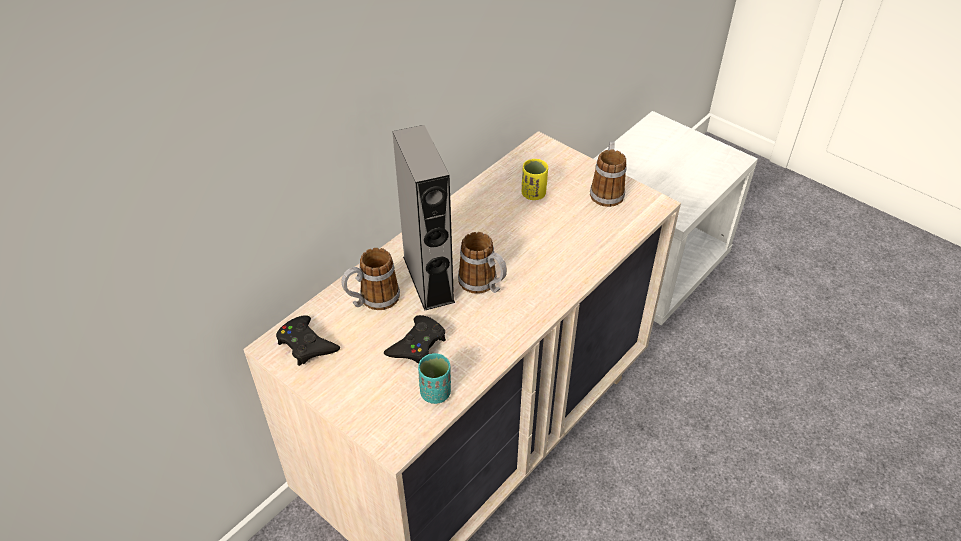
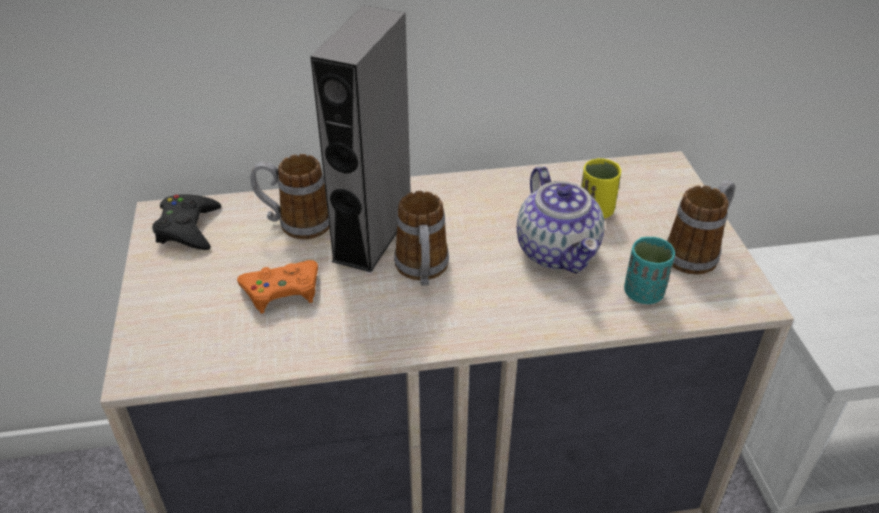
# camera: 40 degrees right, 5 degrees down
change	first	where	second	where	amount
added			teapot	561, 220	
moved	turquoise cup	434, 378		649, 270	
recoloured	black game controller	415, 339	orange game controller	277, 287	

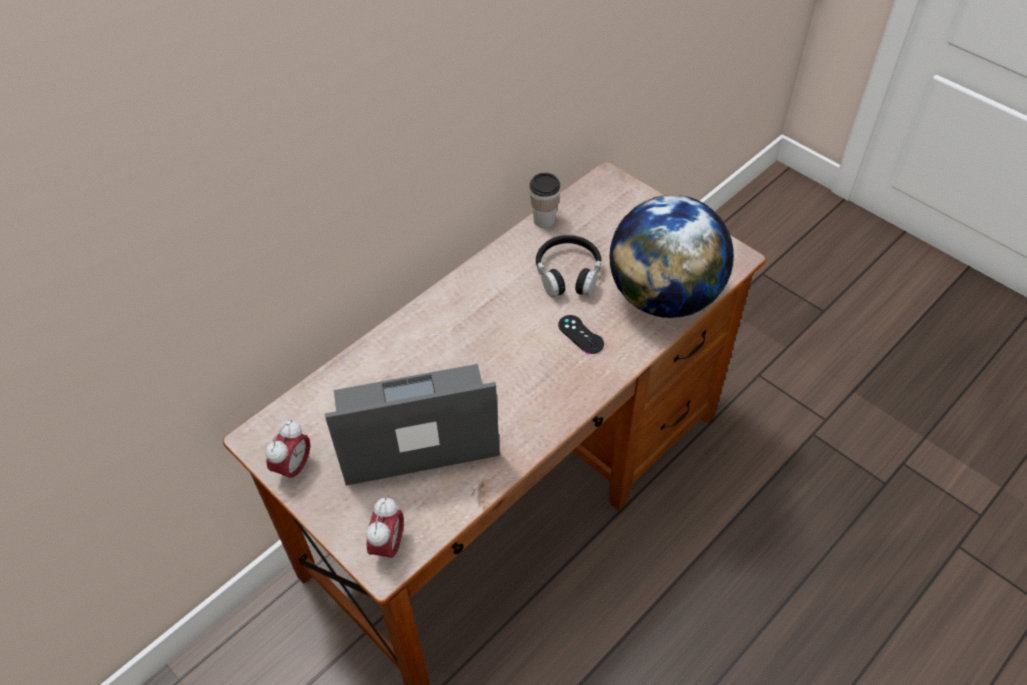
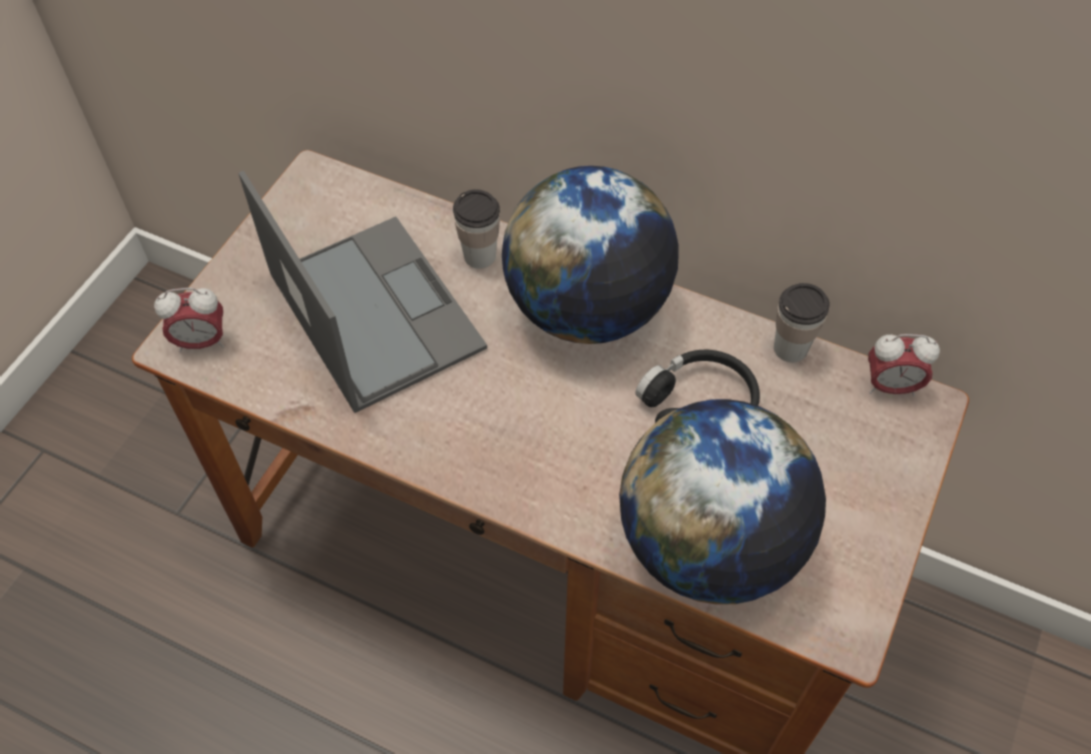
# camera: 70 degrees right, 5 degrees up
change	first	where	second	where	amount
removed	black game controller	581, 334			
added			cup	476, 229	
added			globe	590, 255	
moved	alarm clock	287, 452		904, 365	

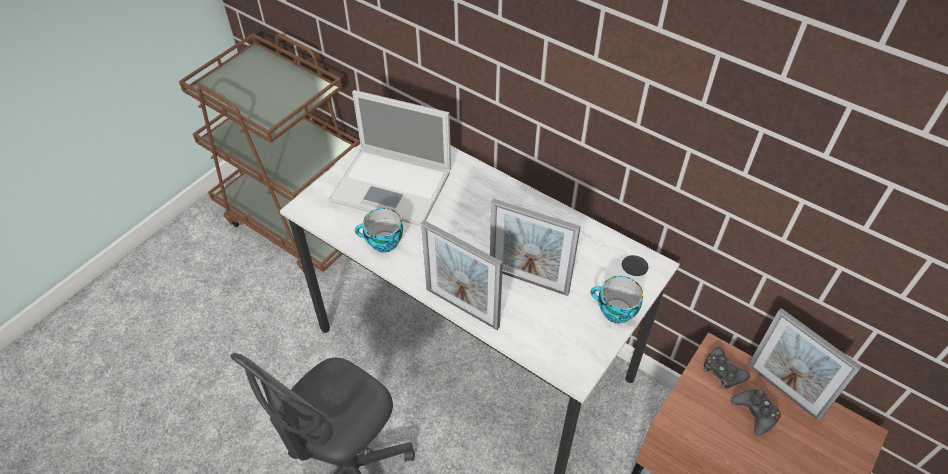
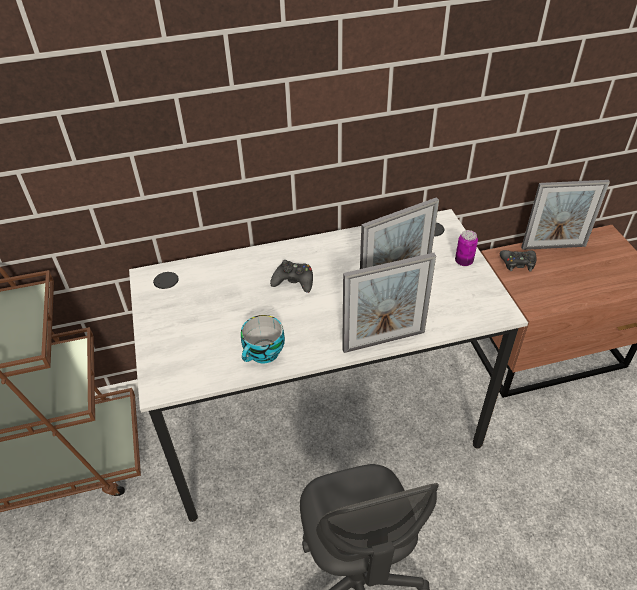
# camera: 50 degrees left, 5 degrees down
change	first	where	second	where	amount
removed	laptop	390, 158			
moved	black game controller	756, 412		291, 276	
replaced	cup	617, 299	can	466, 248	

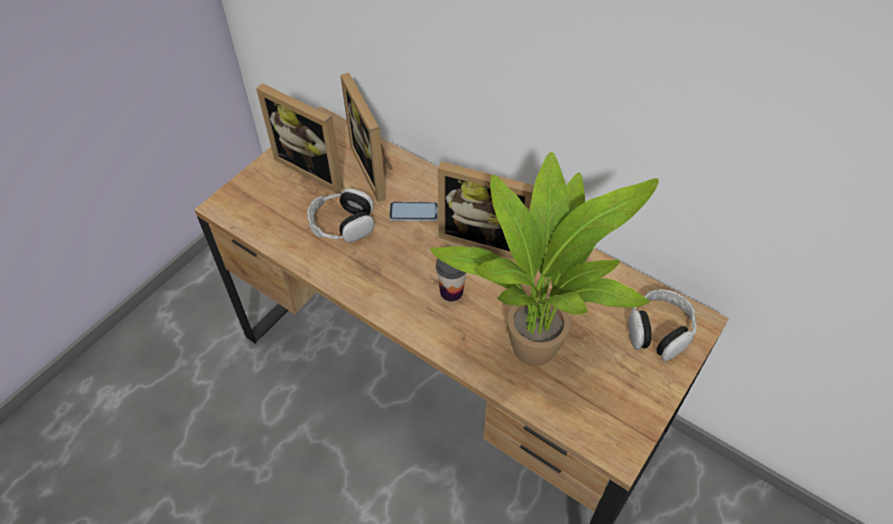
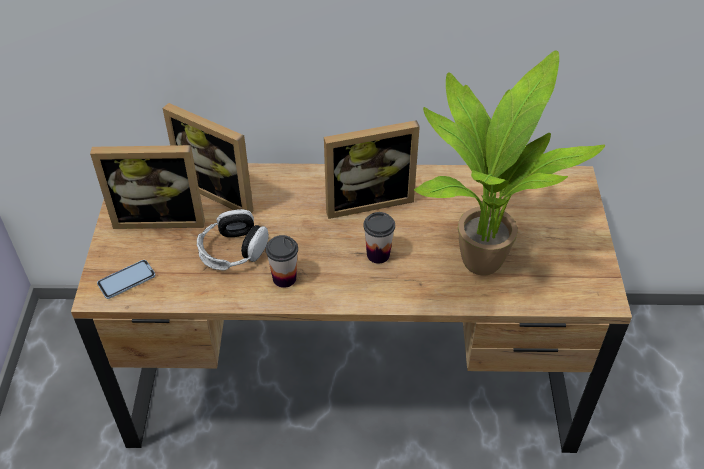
# camera: 35 degrees left, 5 degrees down
change	first	where	second	where	amount
removed	headphones	662, 325			
added			cup	282, 261	
moved	phone	413, 211		126, 279	

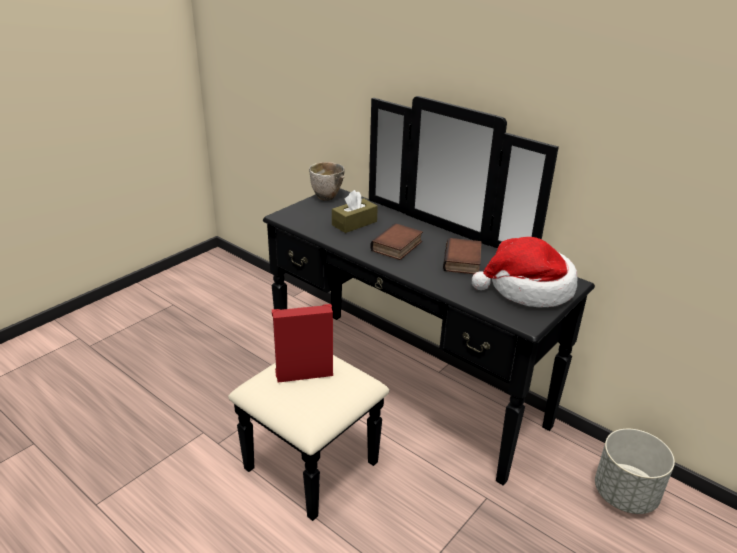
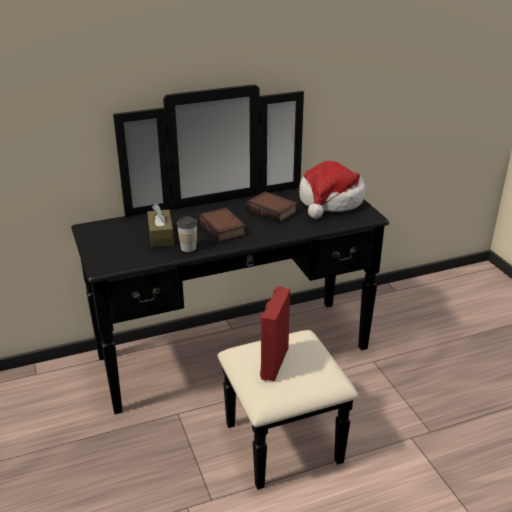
# camera: 60 degrees left, 0 degrees up
change	first	where	second	where	amount
removed	bowl	327, 181			
removed	grey planter	635, 471			
added			cup	187, 234	

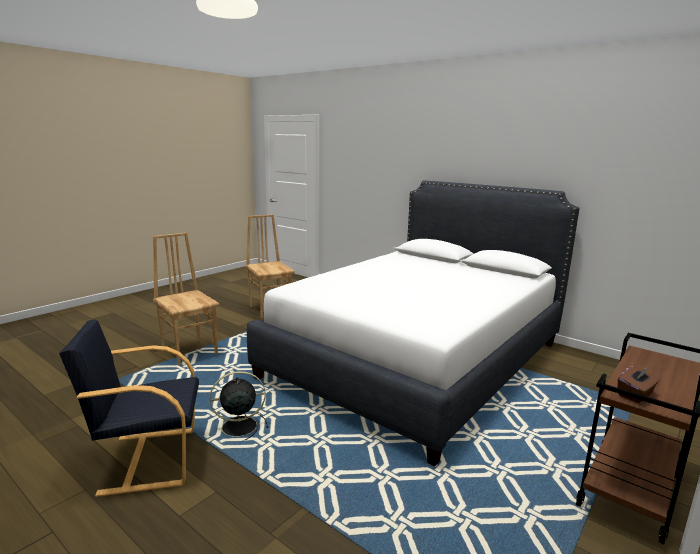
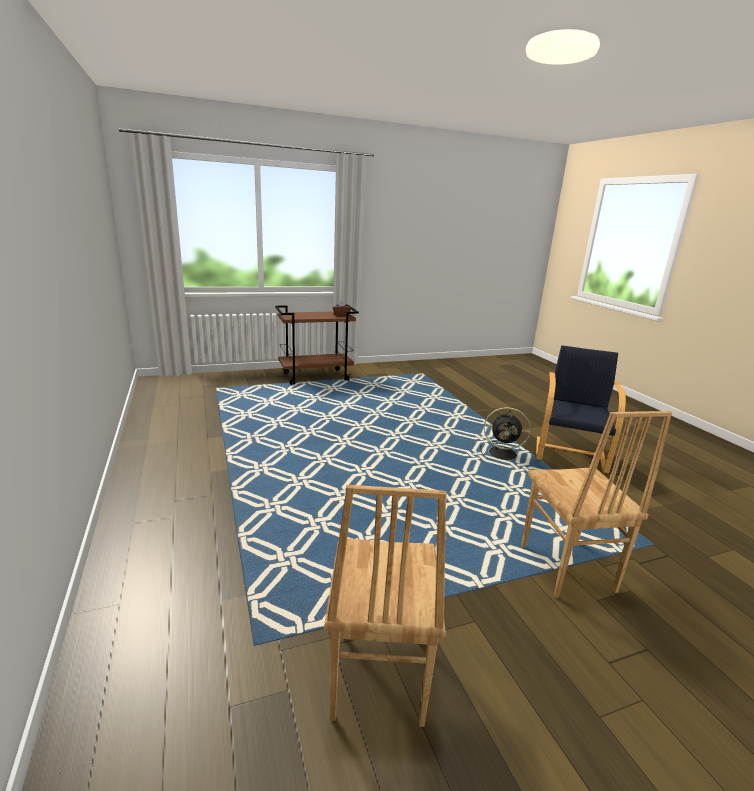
# camera: 150 degrees left, 5 degrees up
change	first	where	second	where	amount
removed	white bed	413, 323			
turned	black armchair	129, 408		581, 409	90 degrees counterclockwise

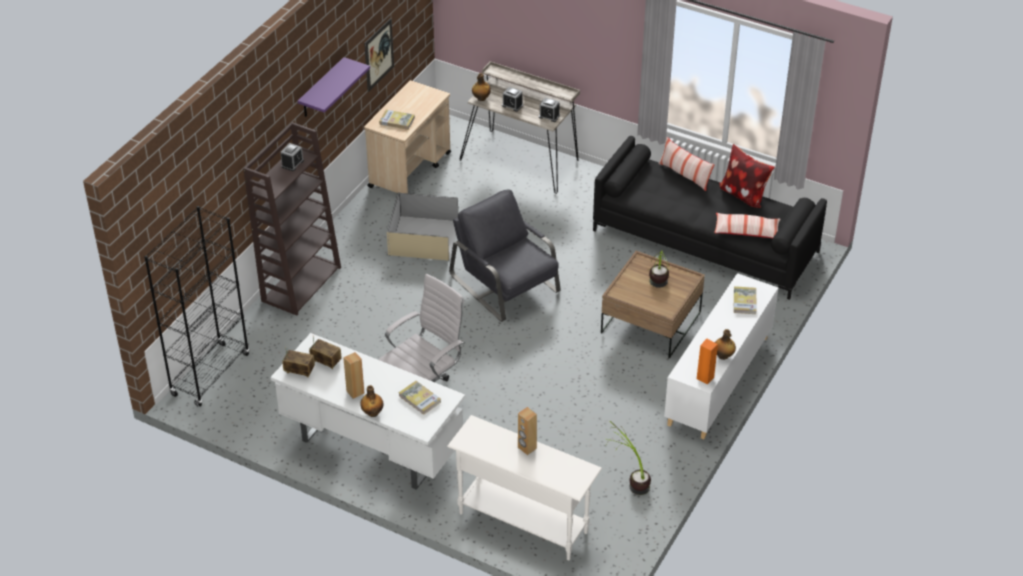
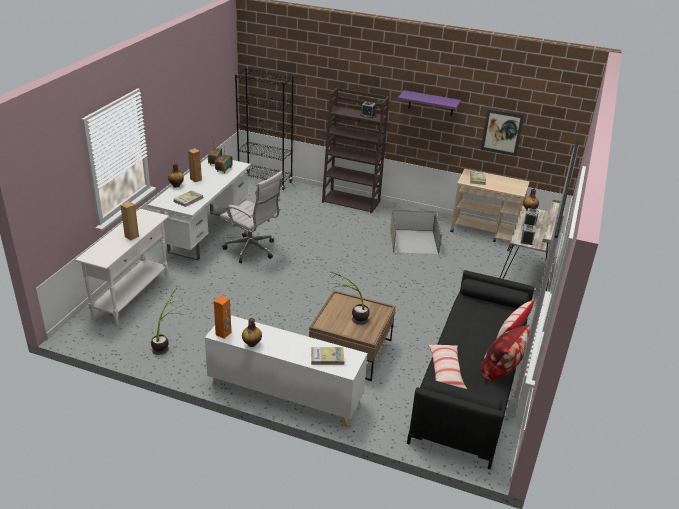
# camera: 80 degrees right, 10 degrees down
change	first	where	second	where	amount
removed	grey armchair	505, 255			

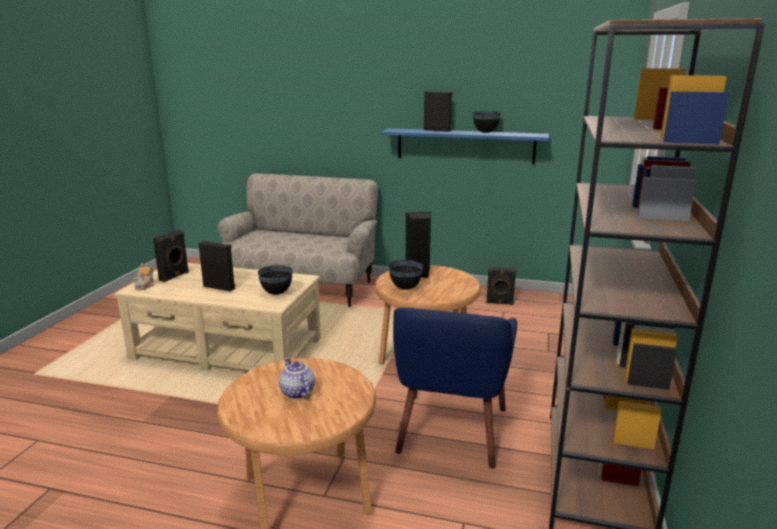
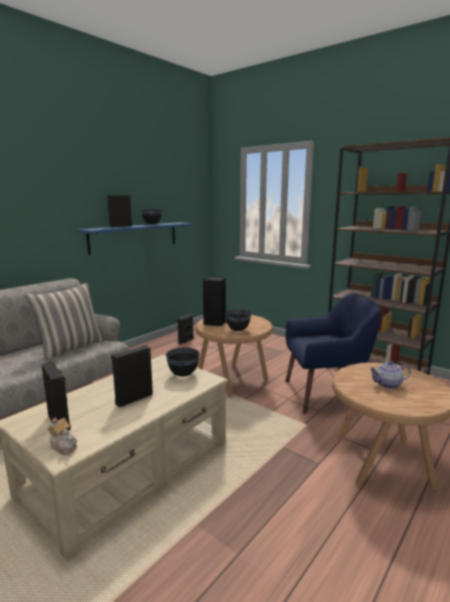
# camera: 65 degrees left, 5 degrees down
change	first	where	second	where	amount
added			pillow	65, 322	
turned	blue armchair	455, 388		333, 353	45 degrees counterclockwise

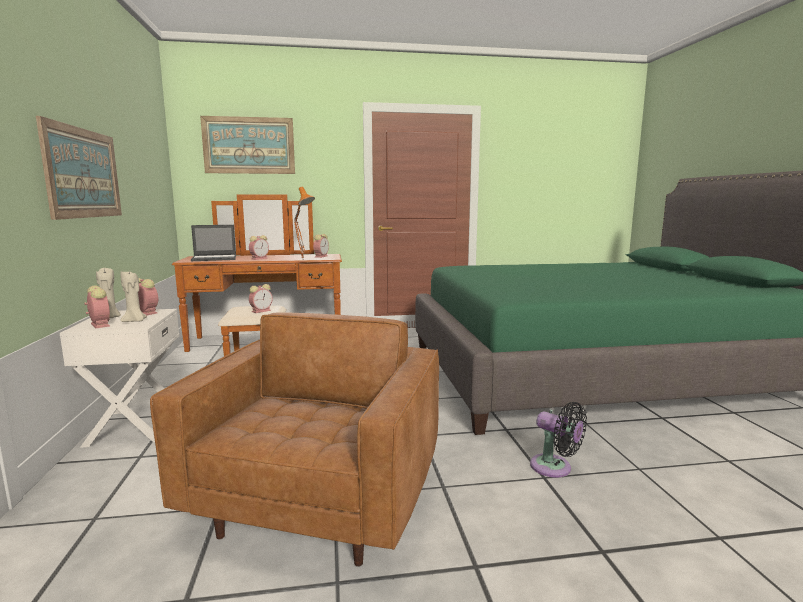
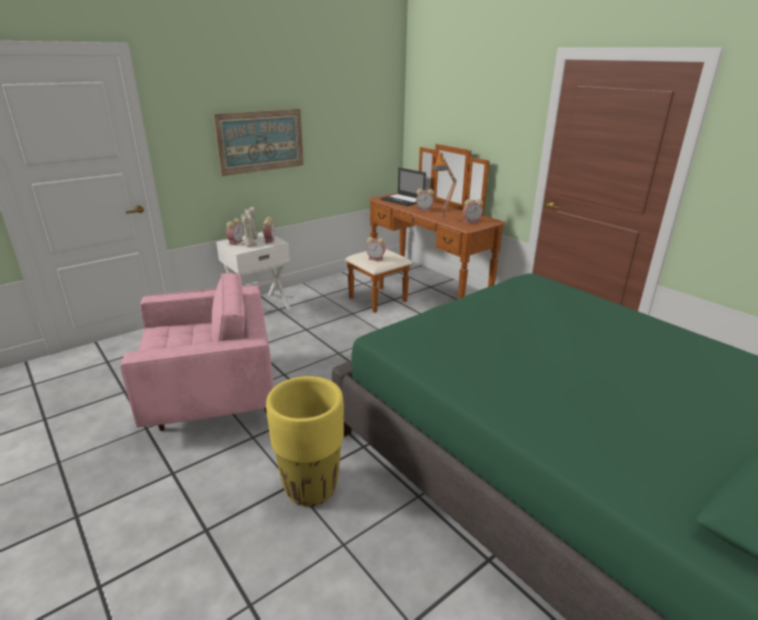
# camera: 60 degrees right, 15 degrees up
change	first	where	second	where	amount
removed	picture	247, 145			
replaced	black fan	558, 440	yellow planter	305, 441	
recoloured	brown armchair	294, 439	pink armchair	197, 352	

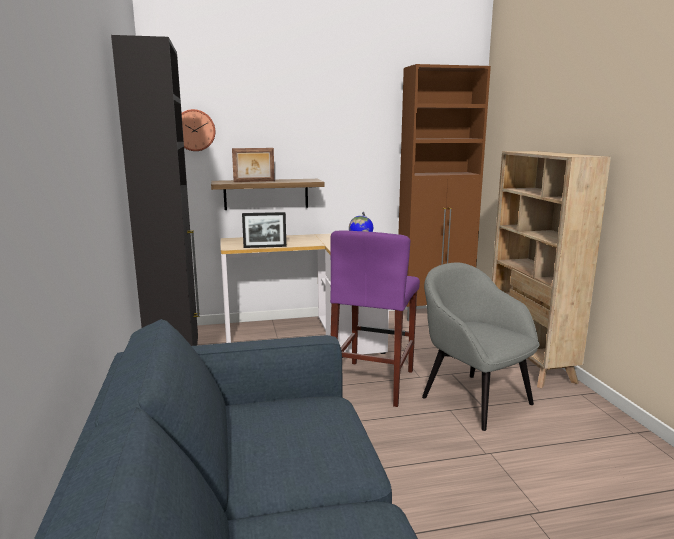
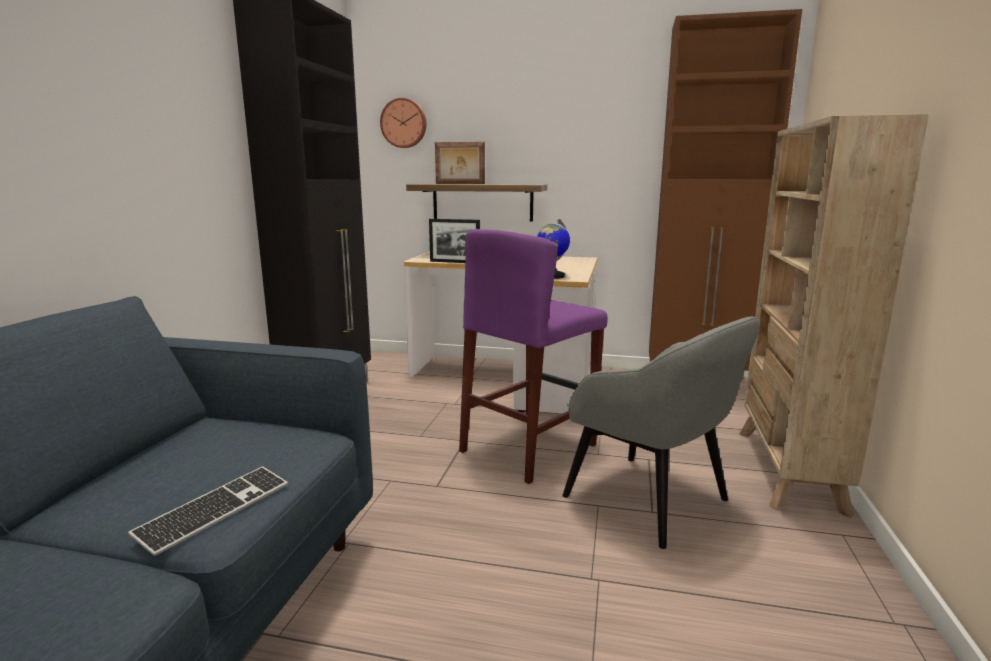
# camera: 25 degrees right, 0 degrees up
change	first	where	second	where	amount
added			keyboard	208, 511	
turned	grey armchair	480, 346		660, 432	150 degrees clockwise

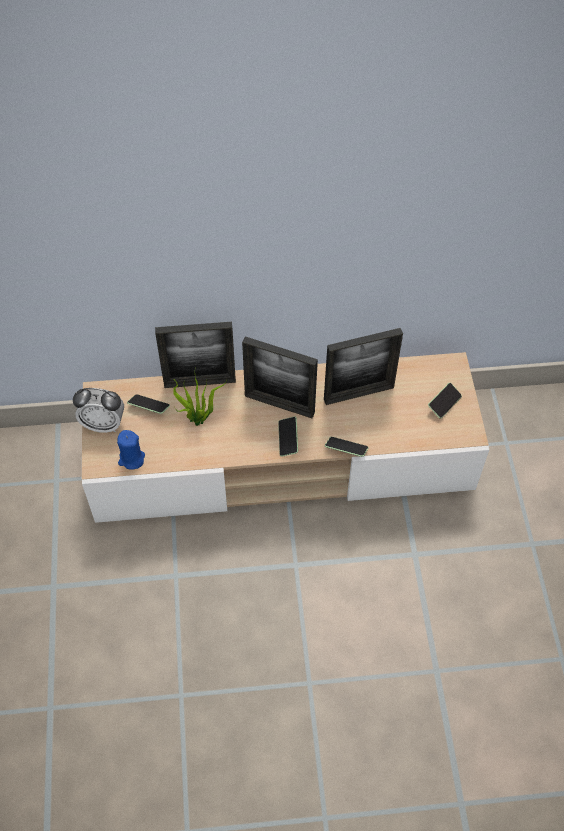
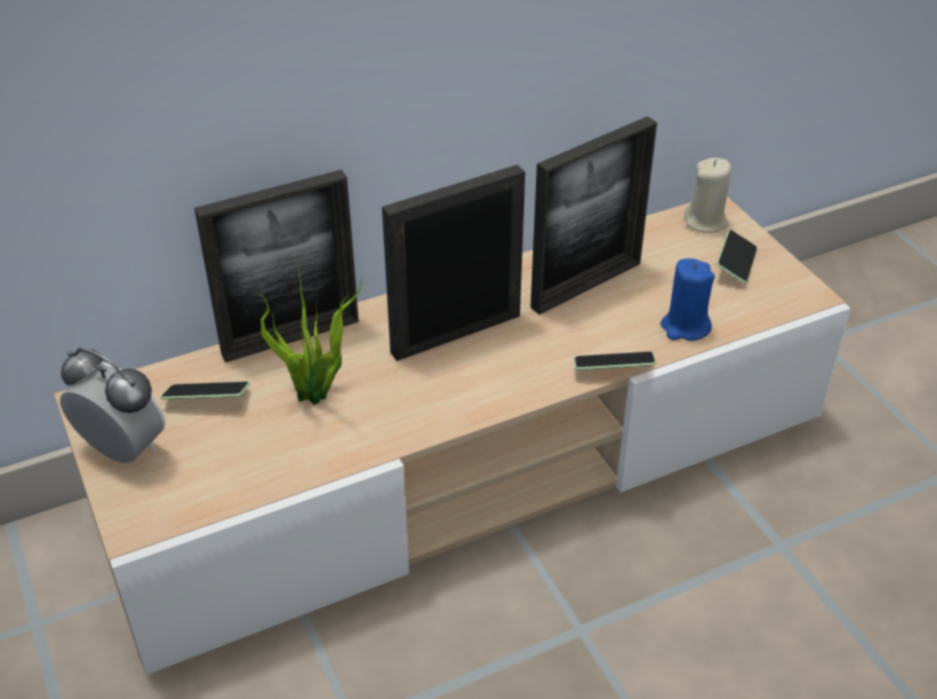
# camera: 20 degrees left, 15 degrees down
change	first	where	second	where	amount
removed	phone	288, 437			
added			beige candle	707, 195	
moved	blue candle	131, 450		687, 299	
turned	alarm clock	98, 410		112, 405	135 degrees counterclockwise
turned	picture frame	280, 377		453, 262	150 degrees clockwise

